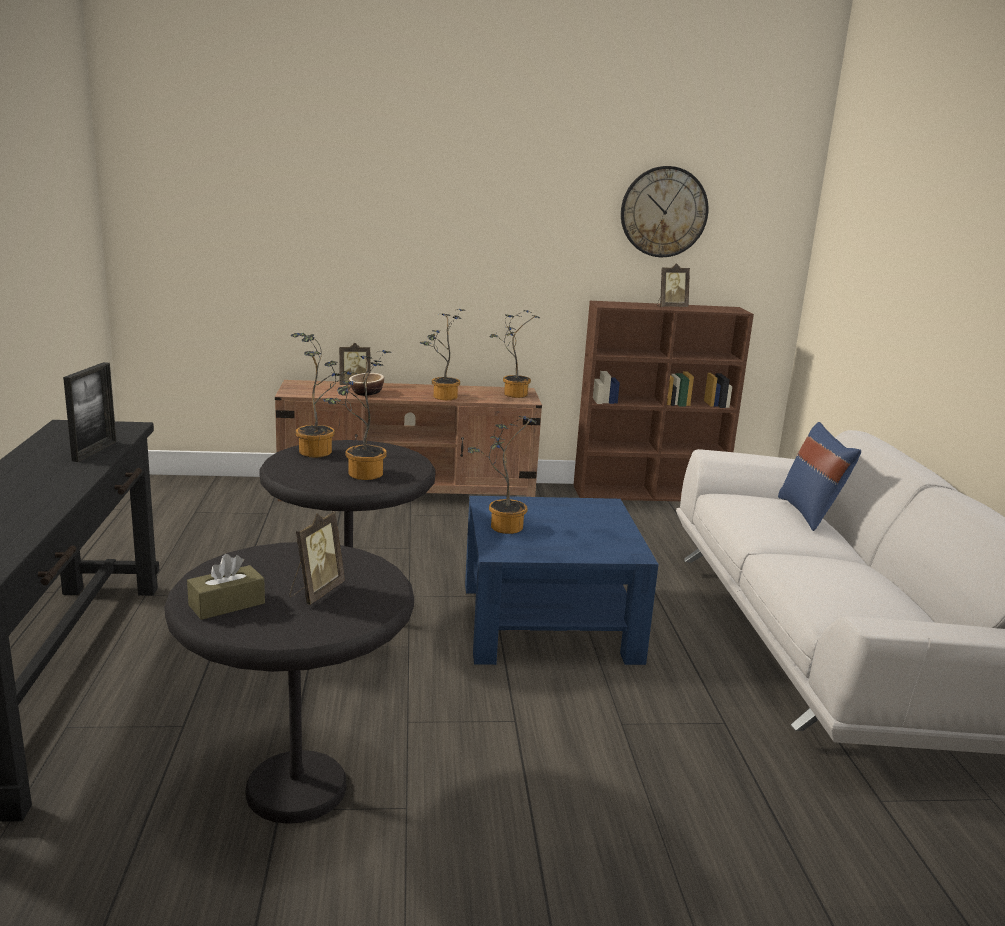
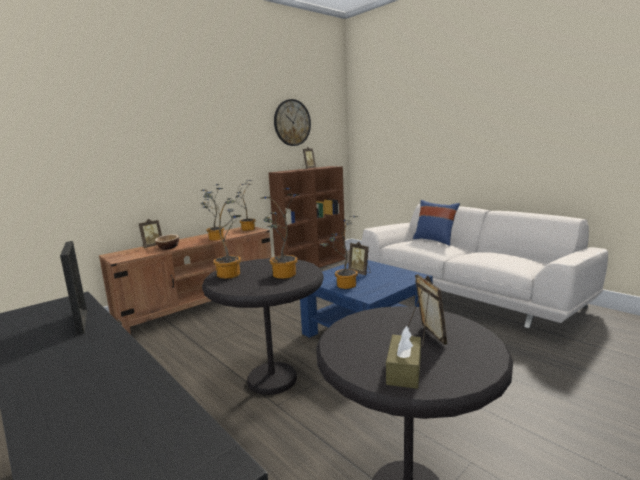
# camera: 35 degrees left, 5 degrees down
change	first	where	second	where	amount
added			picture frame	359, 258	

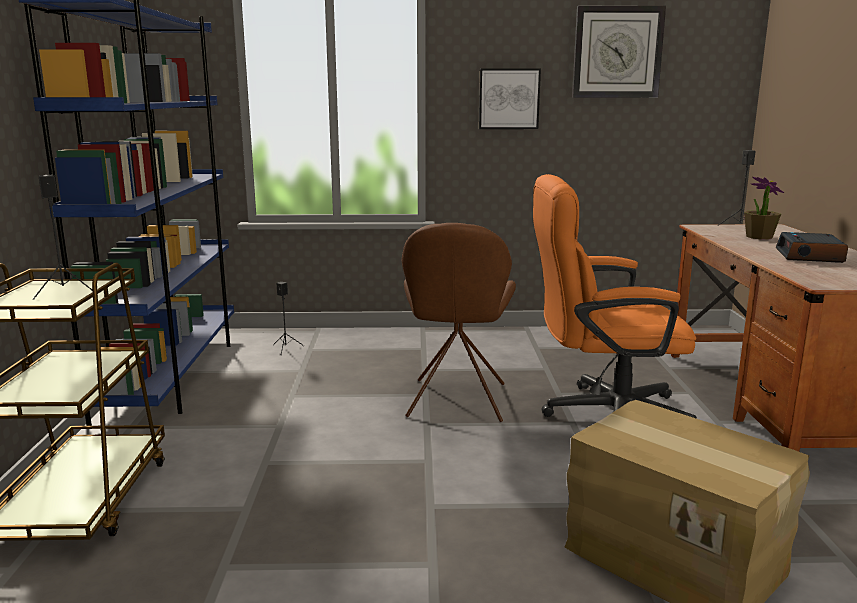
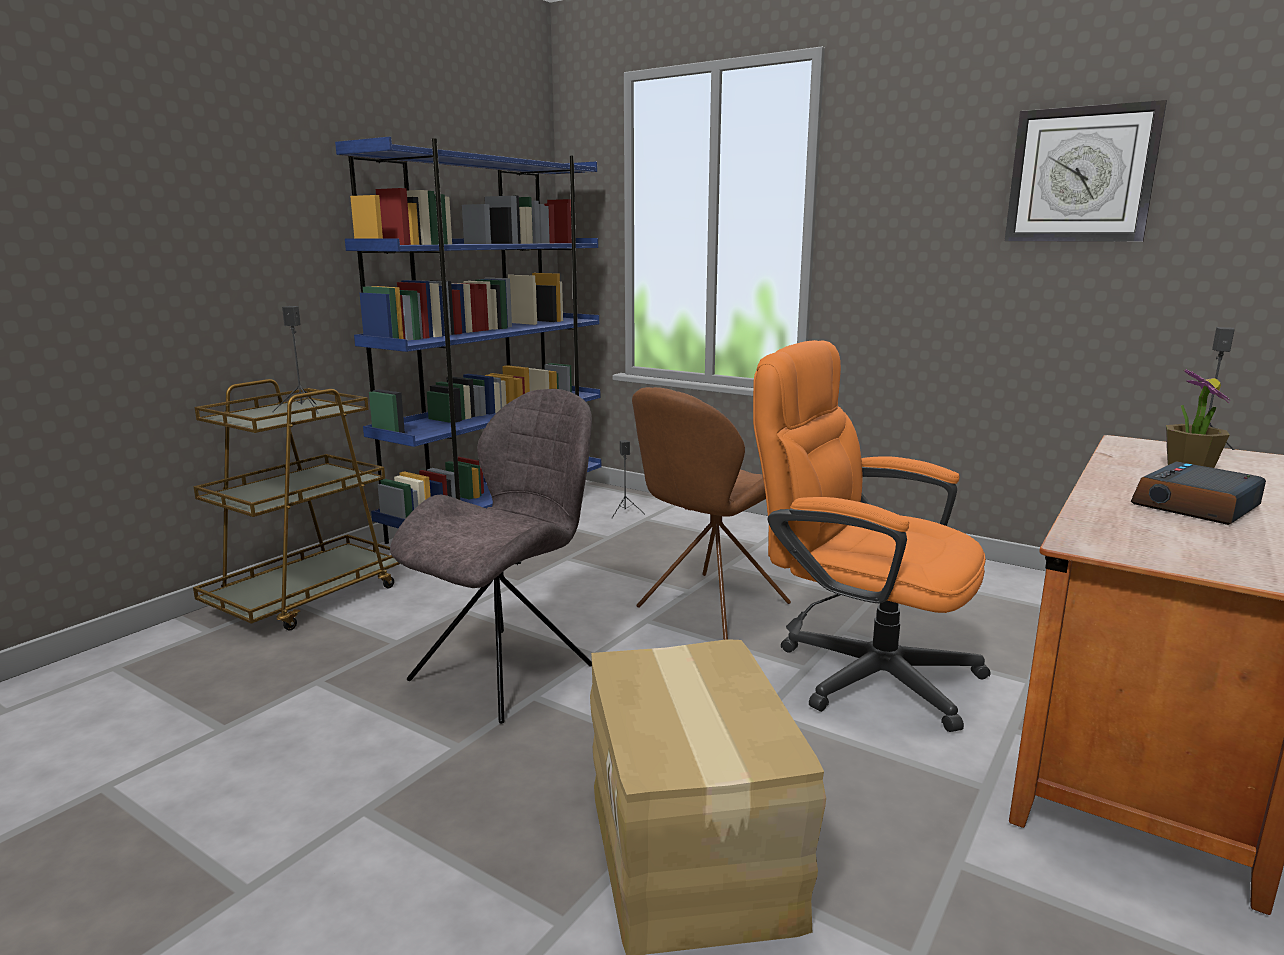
# camera: 35 degrees right, 0 degrees up
change	first	where	second	where	amount
removed	picture	510, 98			
added			grey chair	491, 556	

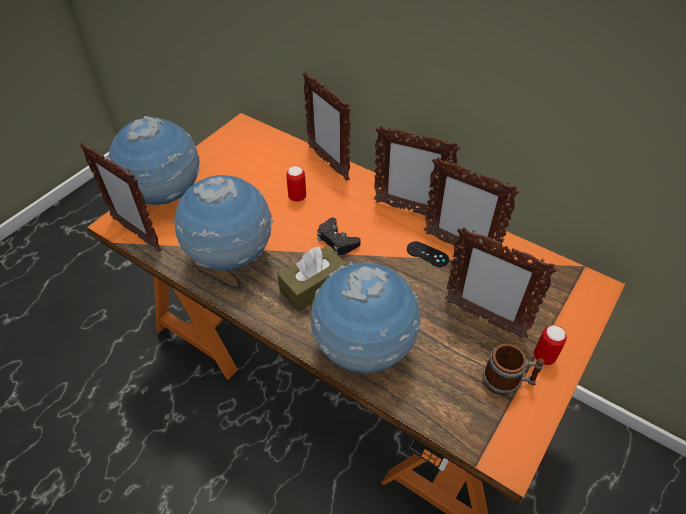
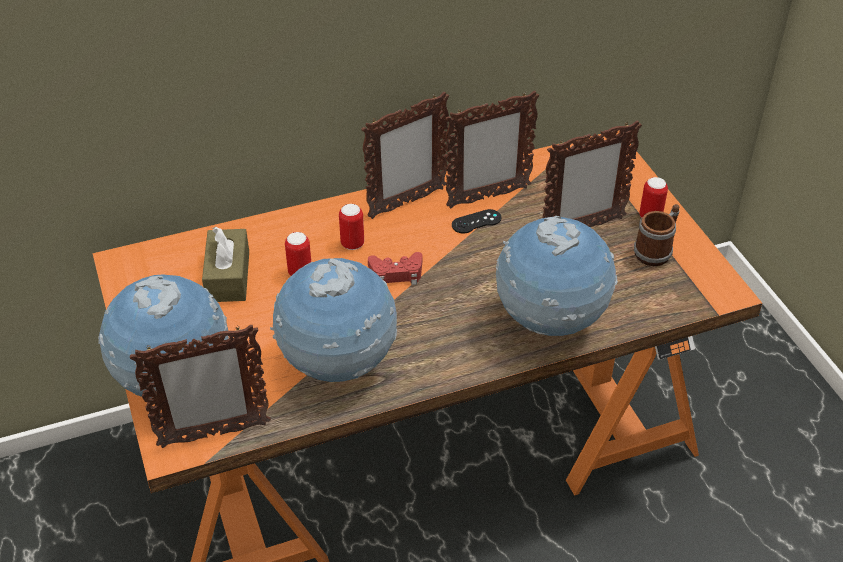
# camera: 55 degrees left, 5 degrees down
change	first	where	second	where	amount
removed	picture frame	327, 126			
added			can	351, 227	
moved	brown tissue box	312, 278		225, 264	
recoloured	black game controller	339, 236	red game controller	395, 268	

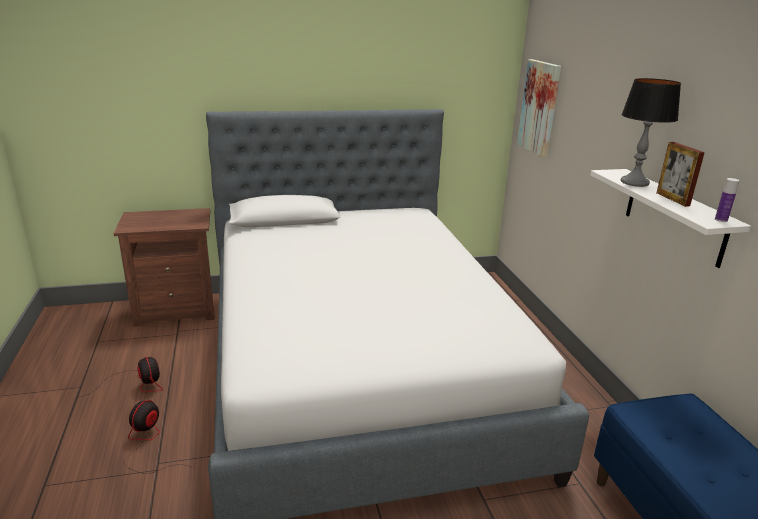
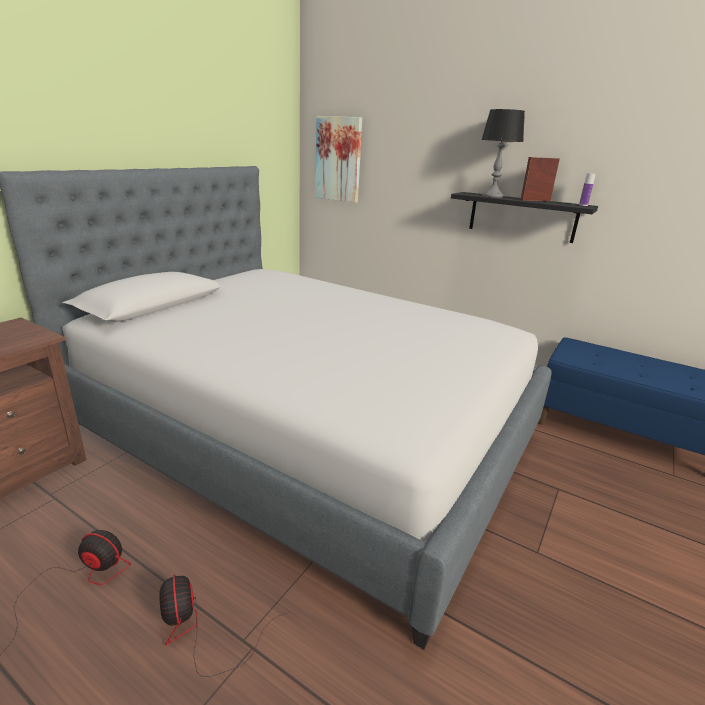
# camera: 45 degrees left, 0 degrees up
change	first	where	second	where	amount
recoloured	white shelf	670, 218	black shelf	524, 217	
turned	picture frame	680, 174		540, 179	135 degrees clockwise

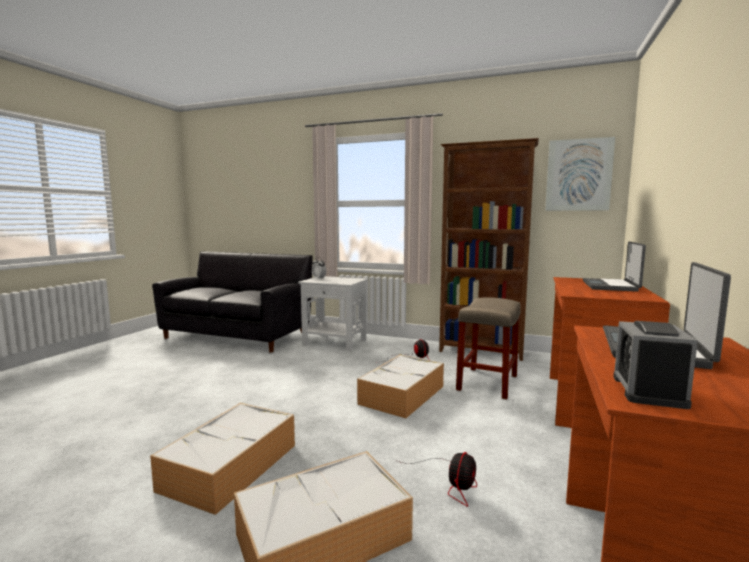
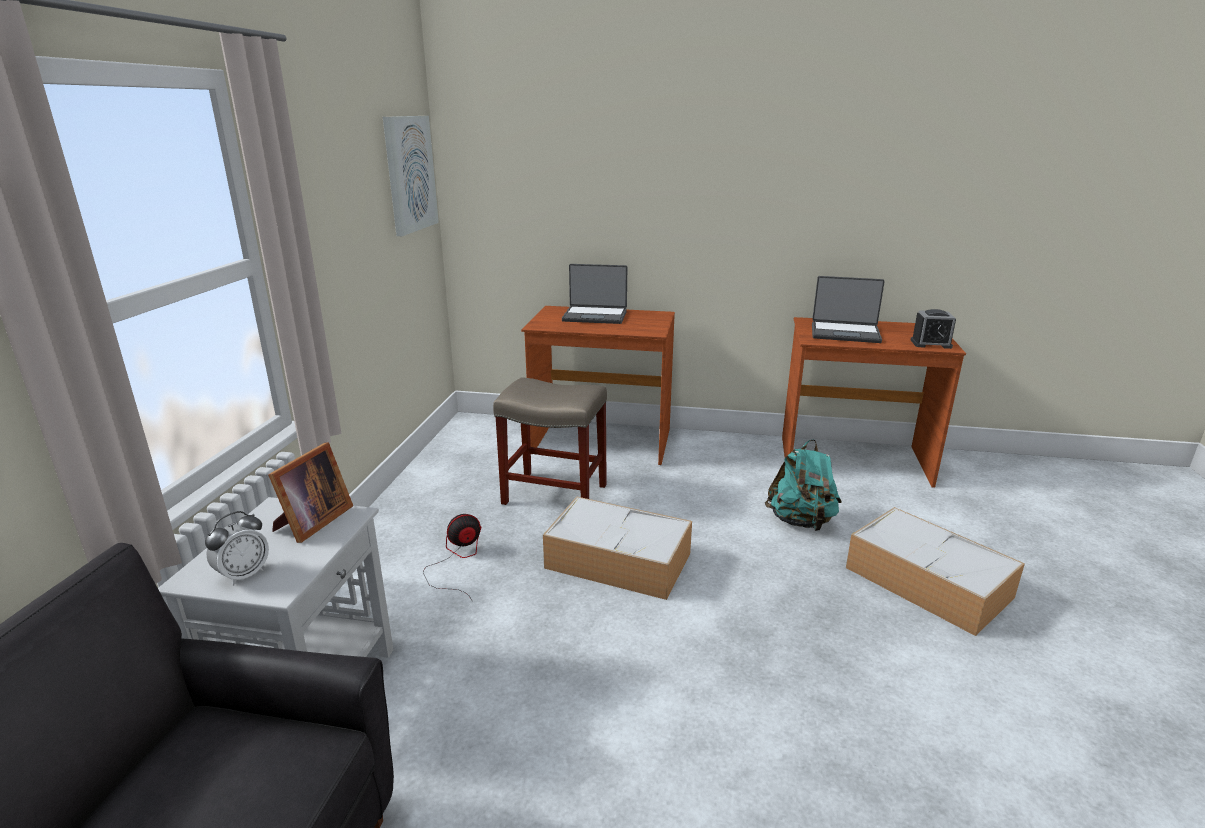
# camera: 100 degrees left, 15 degrees up
change	first	where	second	where	amount
removed	storage box	222, 459			
removed	brown bookcase	489, 249			
added			picture frame	310, 492	
replaced	fan	437, 479	turquoise backpack	803, 485	

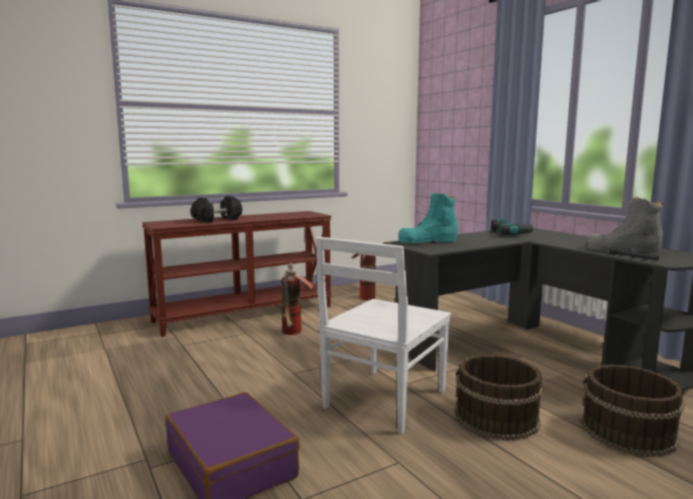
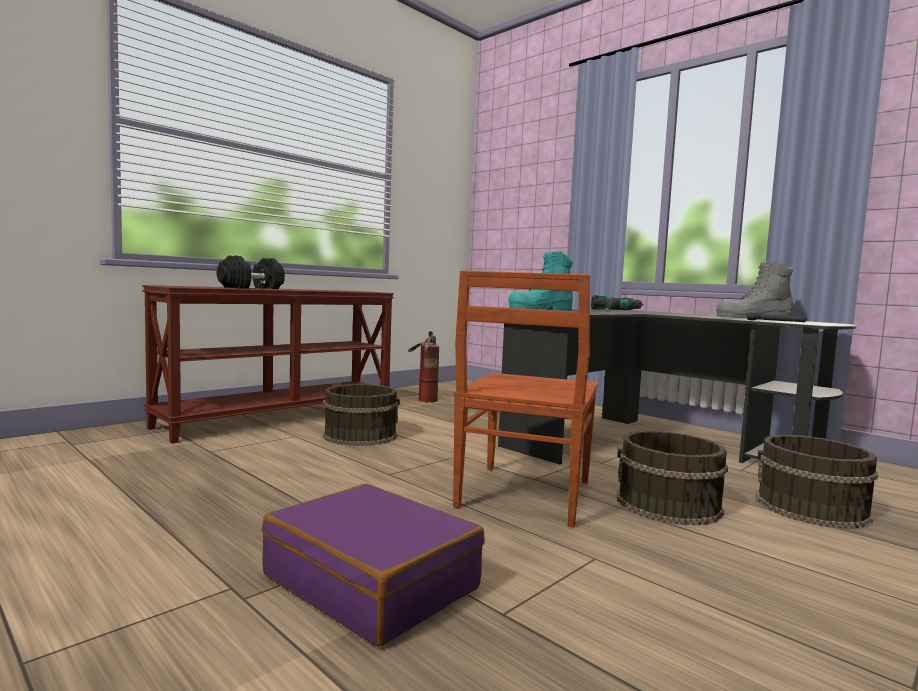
# camera: 15 degrees left, 5 degrees down
change	first	where	second	where	amount
replaced	fire extinguisher	297, 299	brown bucket	361, 415	
recoloured	white chair	383, 335	brown chair	525, 399	

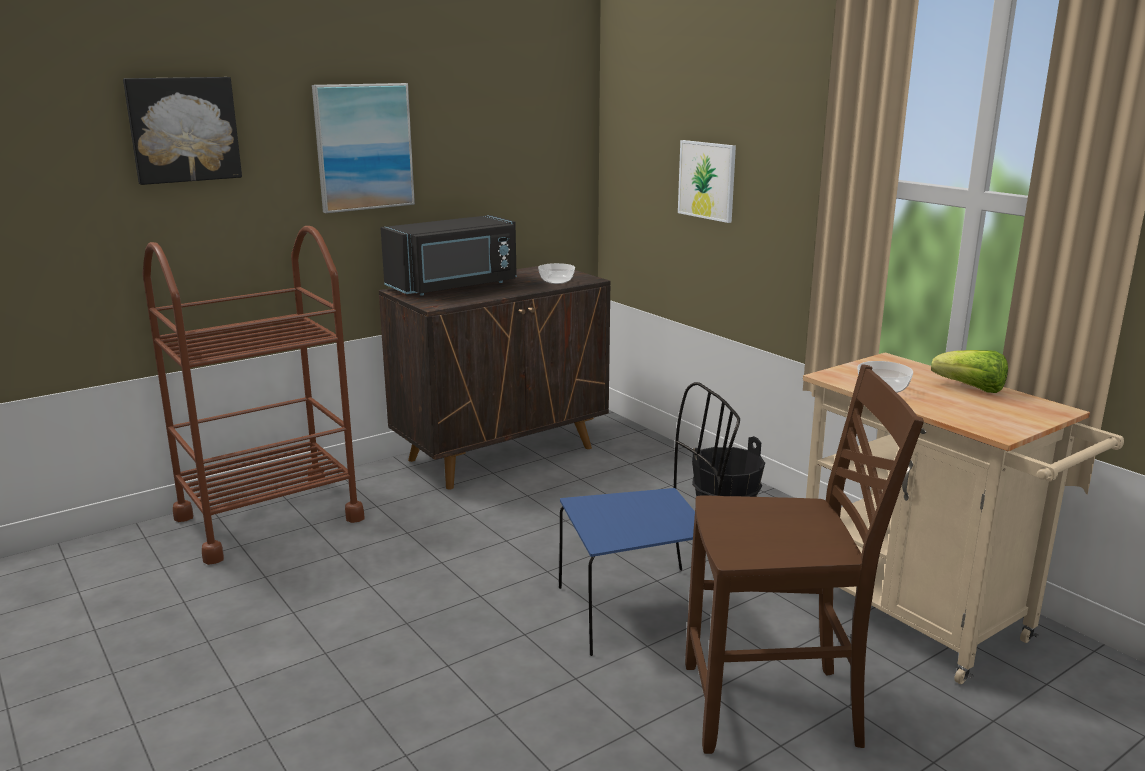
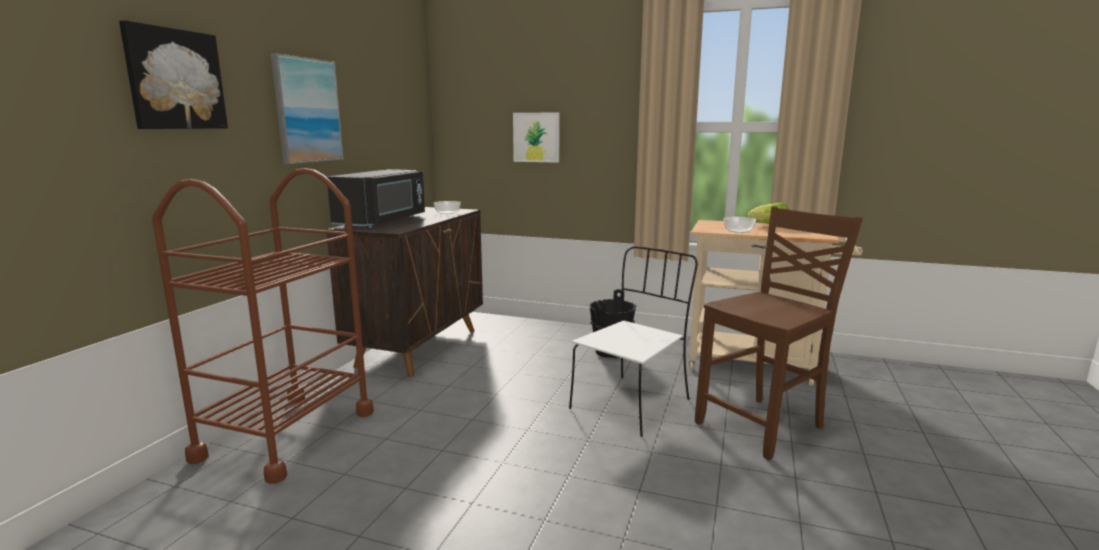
# camera: 35 degrees left, 5 degrees down
change	first	where	second	where	amount
recoloured	blue chair	649, 519	white chair	633, 341	

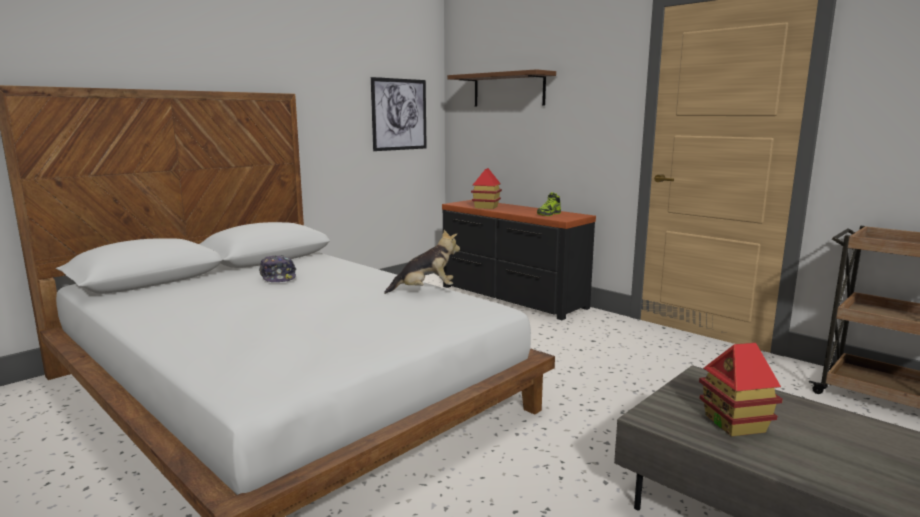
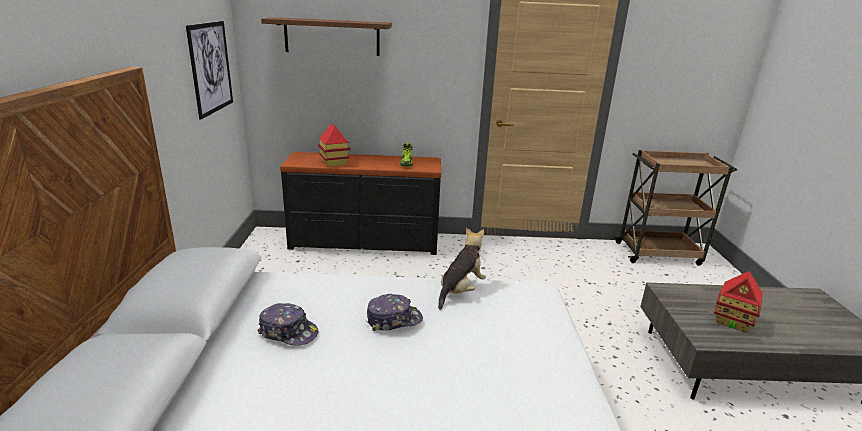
# camera: 45 degrees left, 10 degrees up
change	first	where	second	where	amount
added			cap	394, 312	

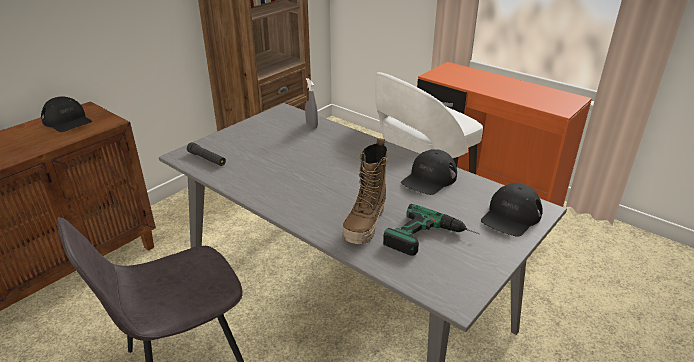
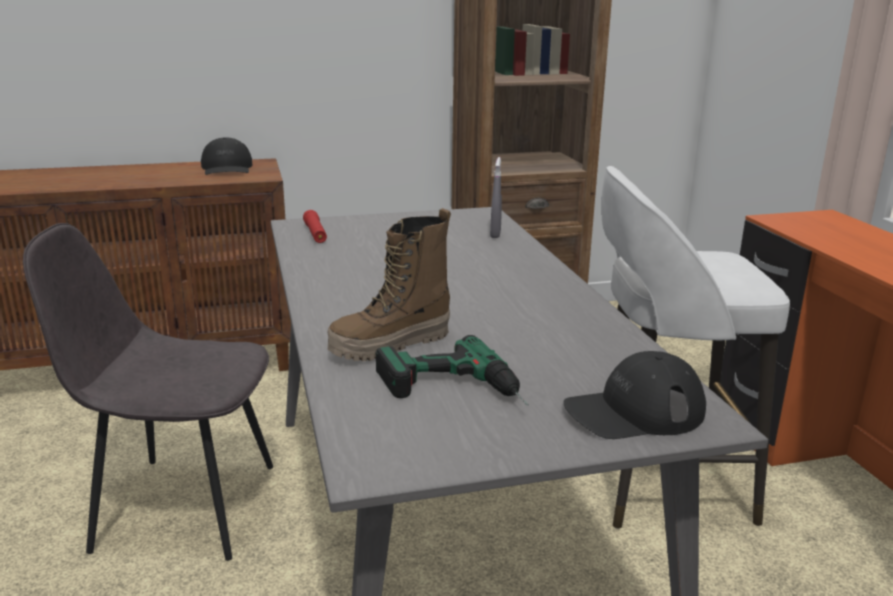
# camera: 35 degrees right, 10 degrees down
change	first	where	second	where	amount
removed	black cap	429, 172			
recoloured	black flashlight	206, 154	red flashlight	315, 226	

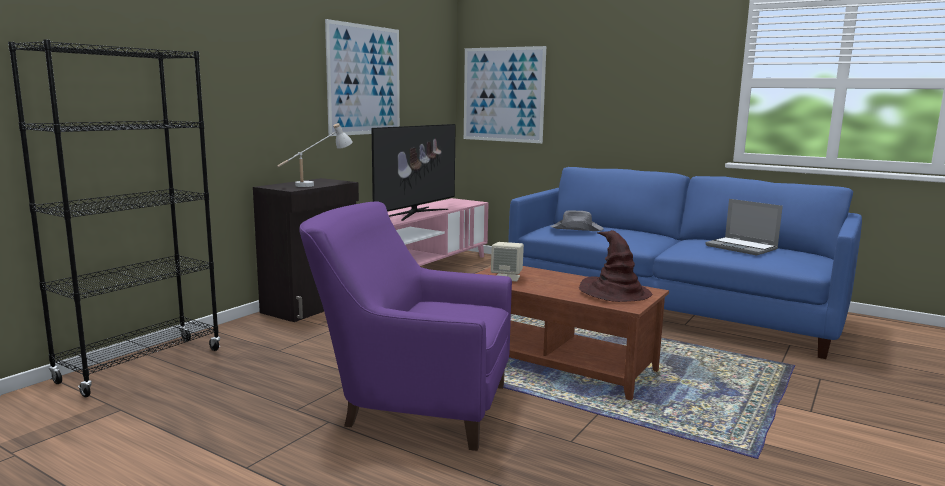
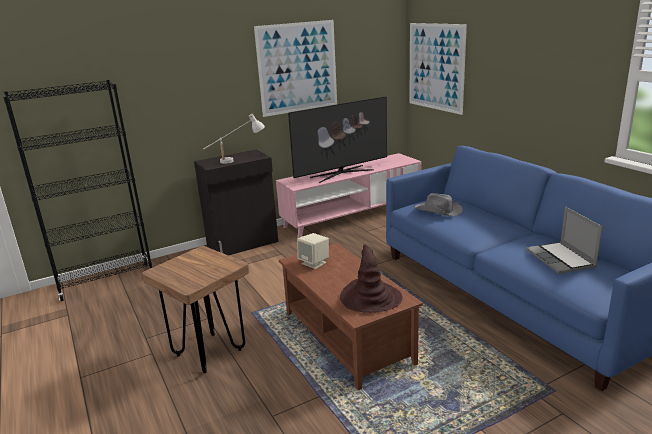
# camera: 30 degrees right, 10 degrees up
change	first	where	second	where	amount
replaced	purple armchair	405, 326	brown stool	195, 309	

